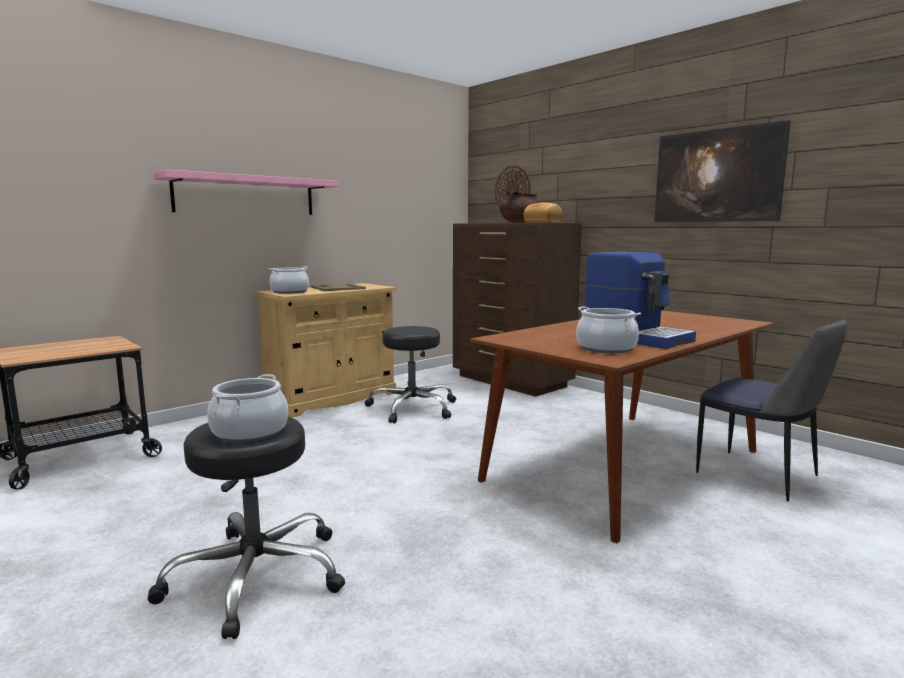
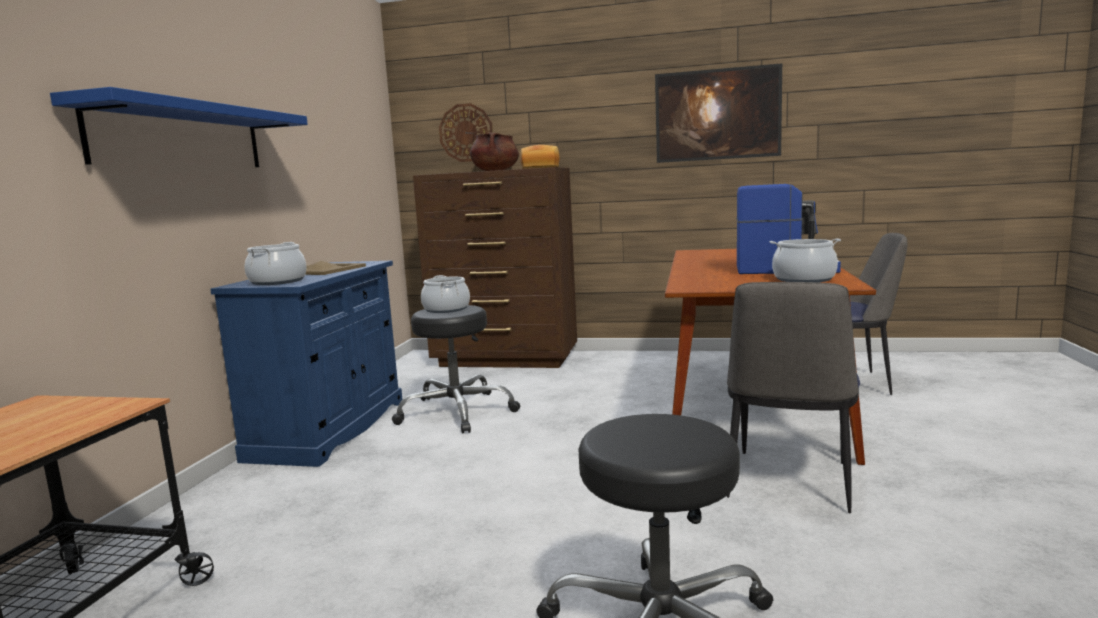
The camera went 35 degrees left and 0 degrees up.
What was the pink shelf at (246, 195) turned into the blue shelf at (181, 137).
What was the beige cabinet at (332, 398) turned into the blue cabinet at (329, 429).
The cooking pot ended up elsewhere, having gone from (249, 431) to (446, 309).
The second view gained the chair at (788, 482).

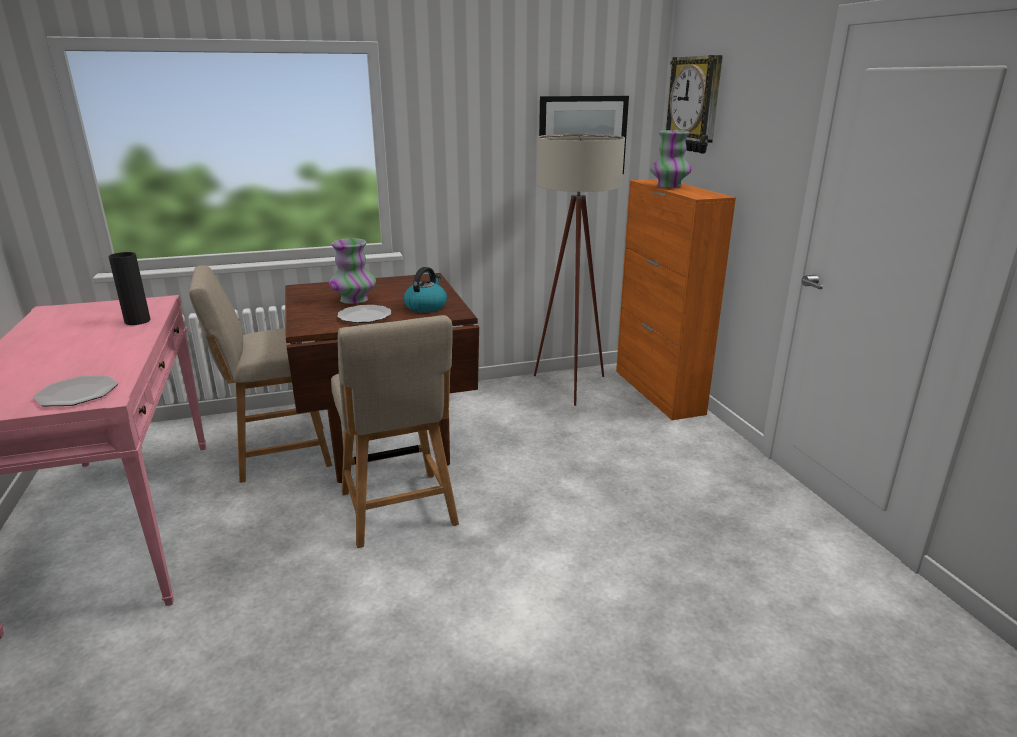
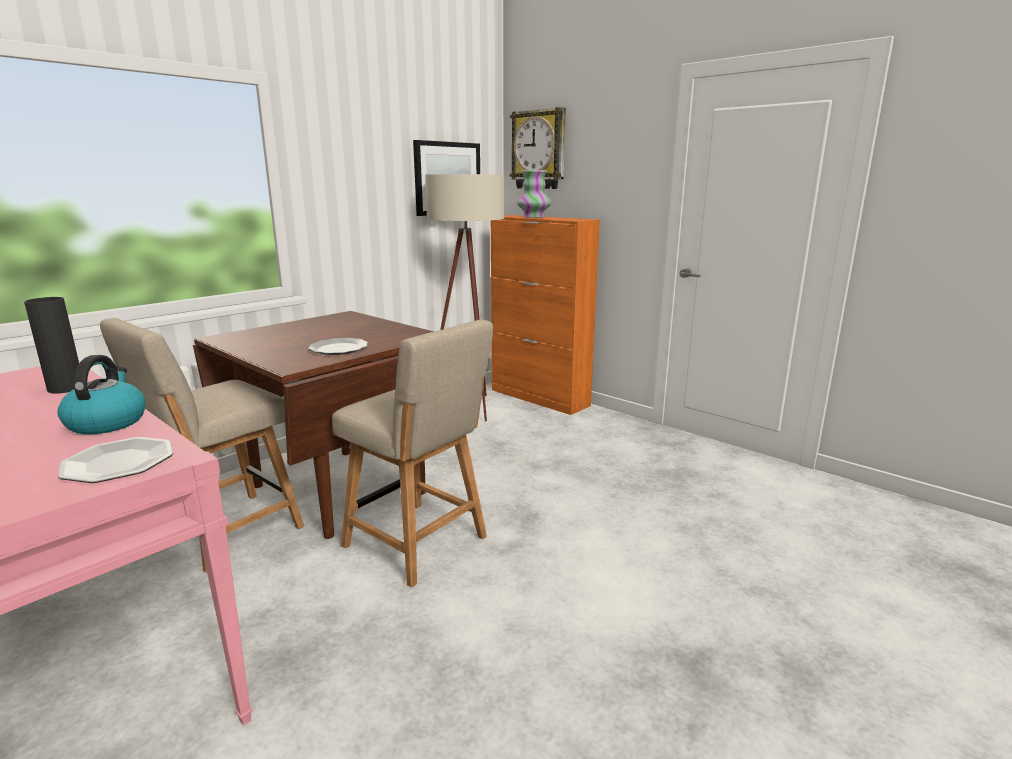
The camera went 30 degrees left and 5 degrees down.
The kettle ended up elsewhere, having gone from (426, 306) to (107, 422).
The second view lost the vase at (354, 300).

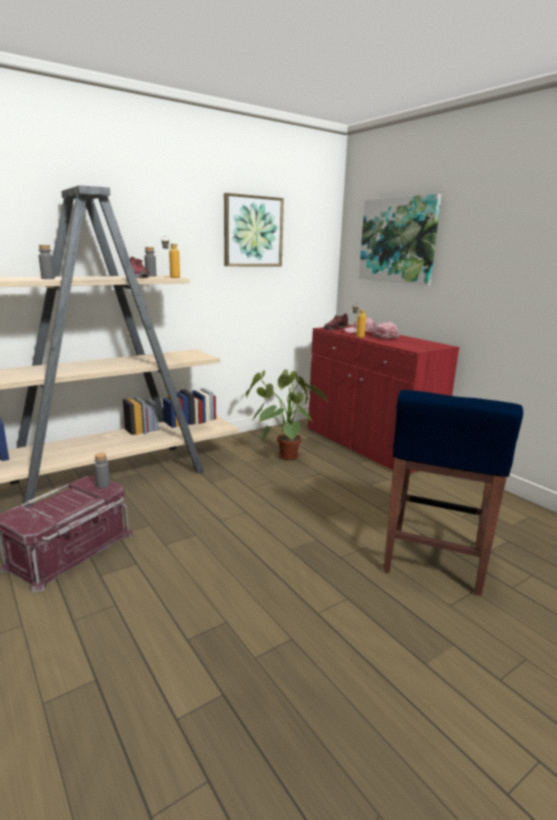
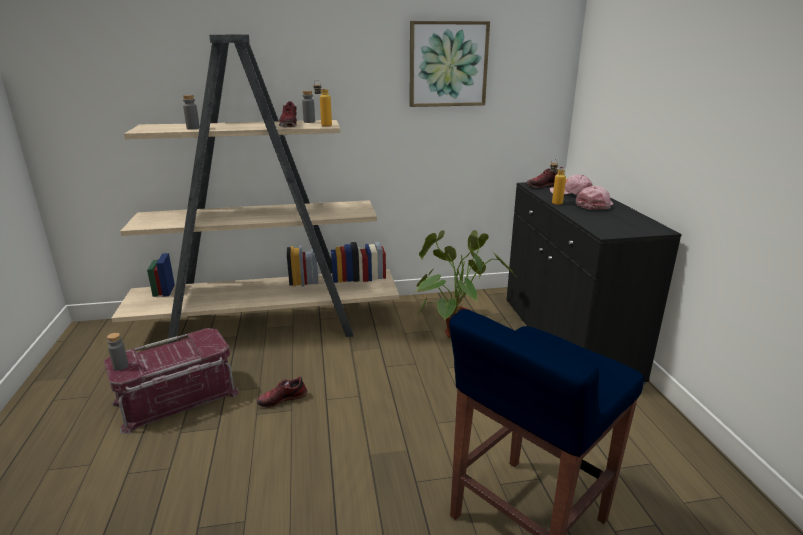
The camera went 25 degrees right and 5 degrees up.
The grey bottle ended up elsewhere, having gone from (103, 485) to (121, 366).
The second view gained the shoe at (282, 399).
What was the red cabinet at (369, 446) turned into the black cabinet at (567, 338).
The second view lost the picture at (398, 240).

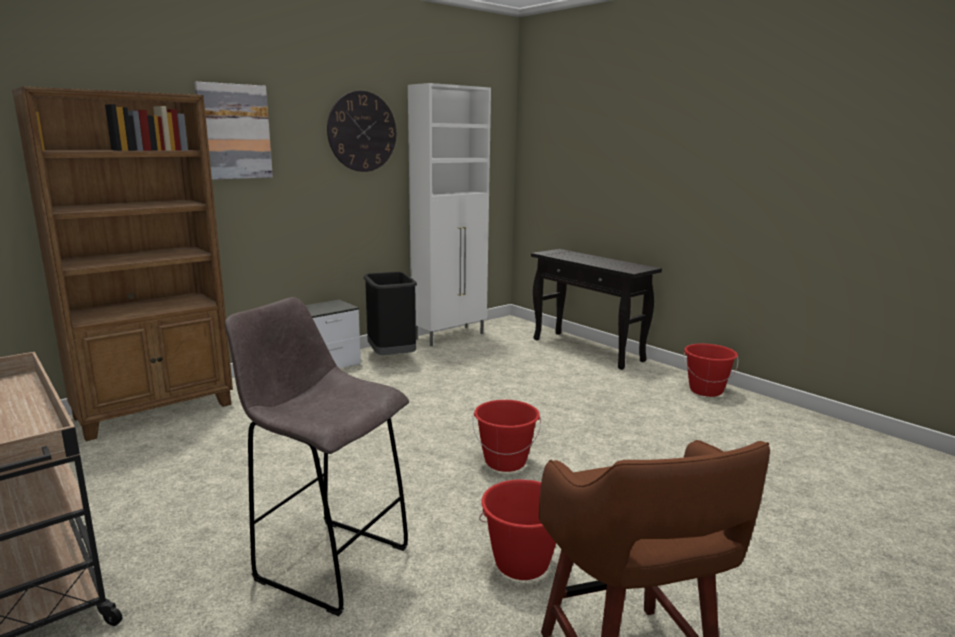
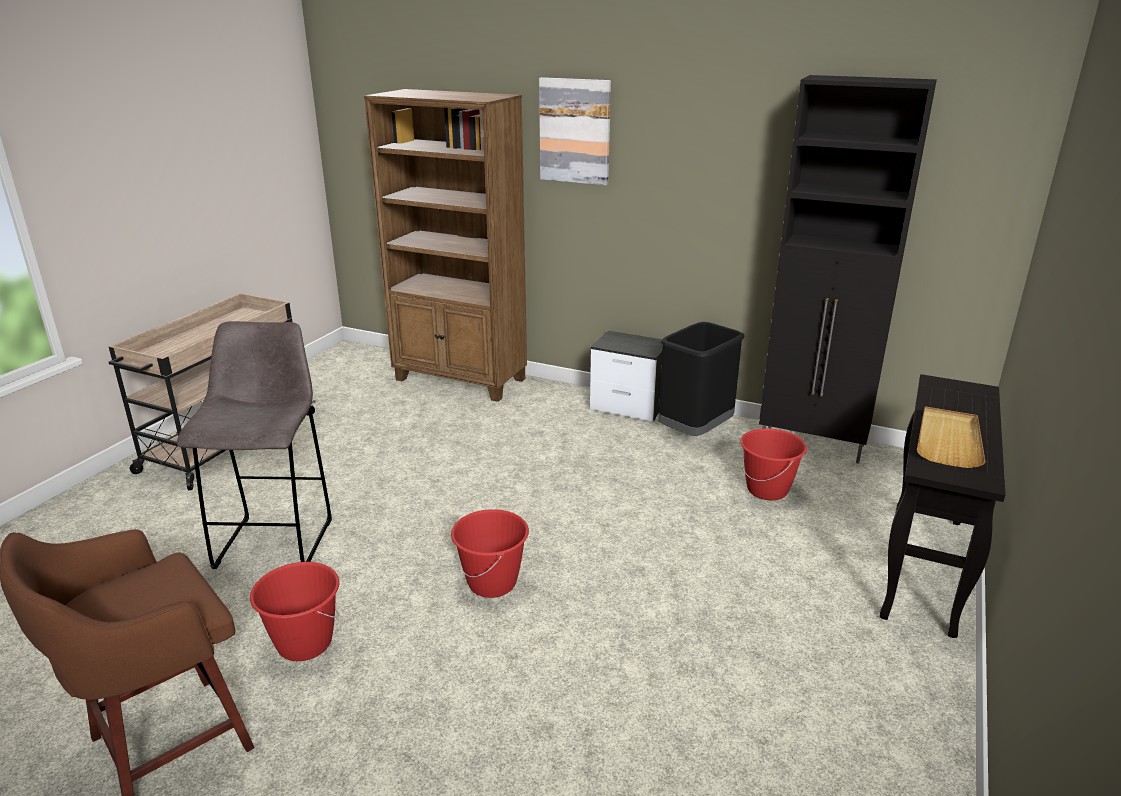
The camera went 65 degrees right and 10 degrees up.
The red bucket ended up elsewhere, having gone from (706, 390) to (767, 490).
What was the white cabinet at (450, 336) turned into the black cabinet at (813, 445).
The second view gained the beige tray at (948, 440).
The second view lost the wall clock at (362, 131).

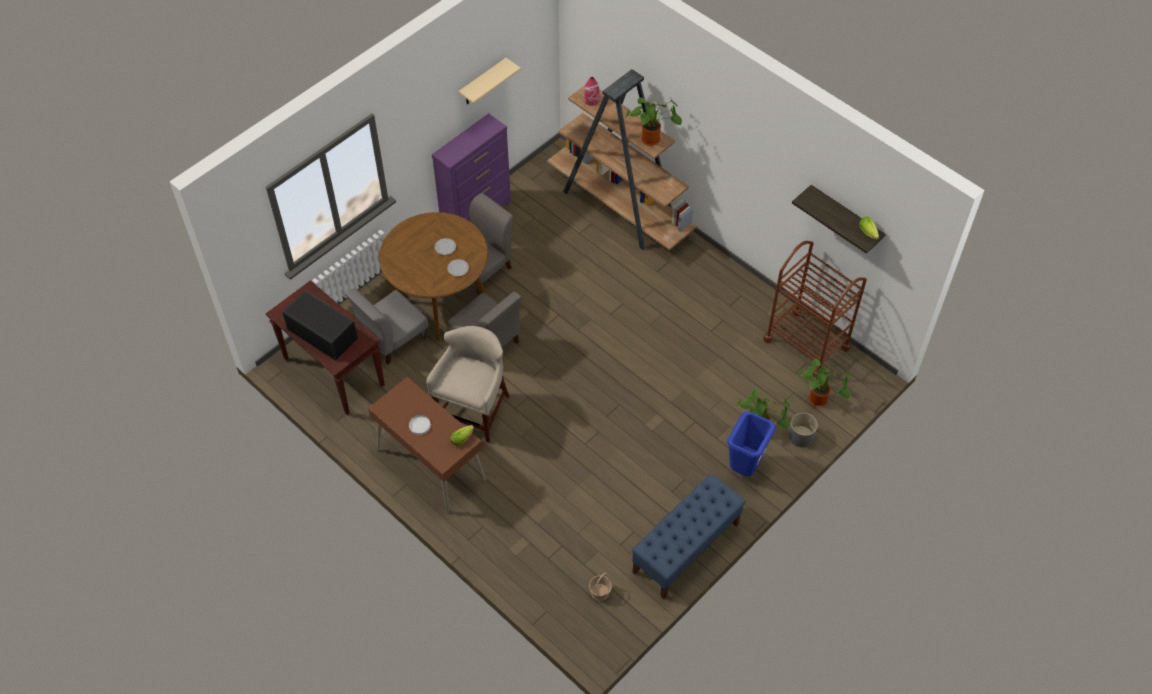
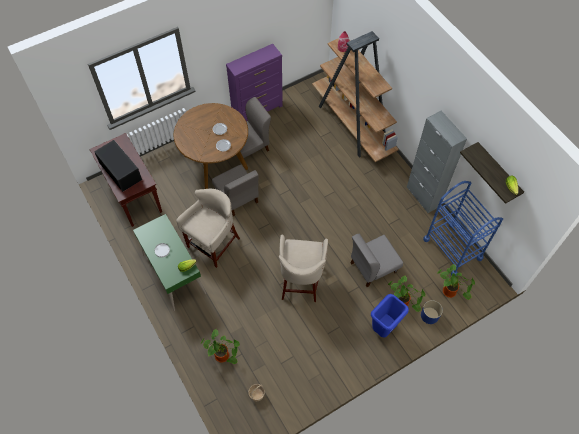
The camera went 15 degrees right and 5 degrees up.
What was the brown desk at (431, 465) turned into the green desk at (174, 274).
The potted plant ended up elsewhere, having gone from (652, 139) to (224, 355).
The second view gained the beige stool at (301, 281).
The grey chair ended up elsewhere, having gone from (392, 338) to (372, 267).
The second view gained the grey cabinet at (423, 196).
What was the grey planter at (801, 436) turned into the blue planter at (429, 315).
What was the brown cart at (806, 344) turned into the blue cart at (452, 249).
The second view lost the beige shelf at (483, 83).
The second view lost the blue bench at (685, 548).

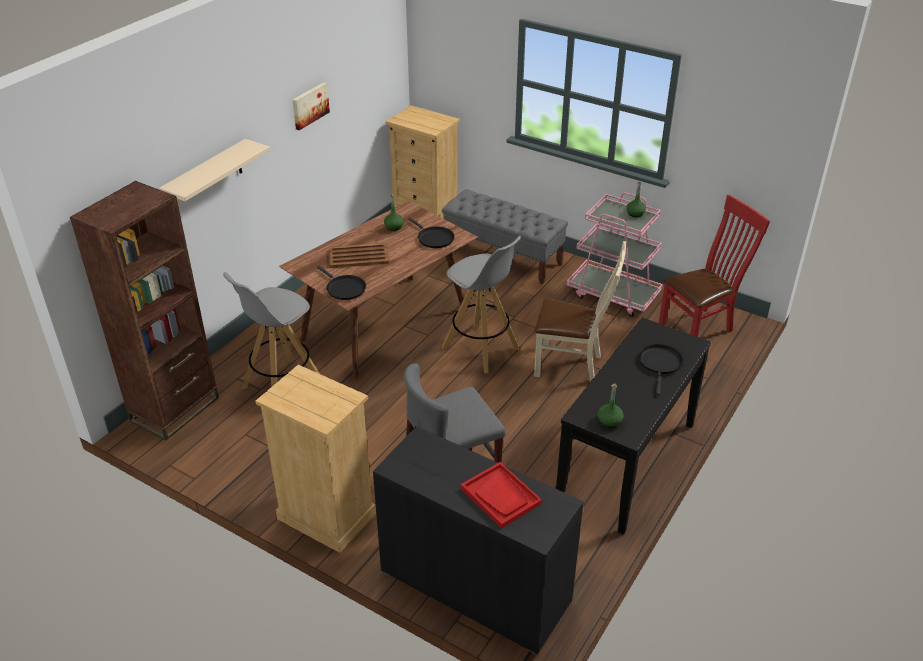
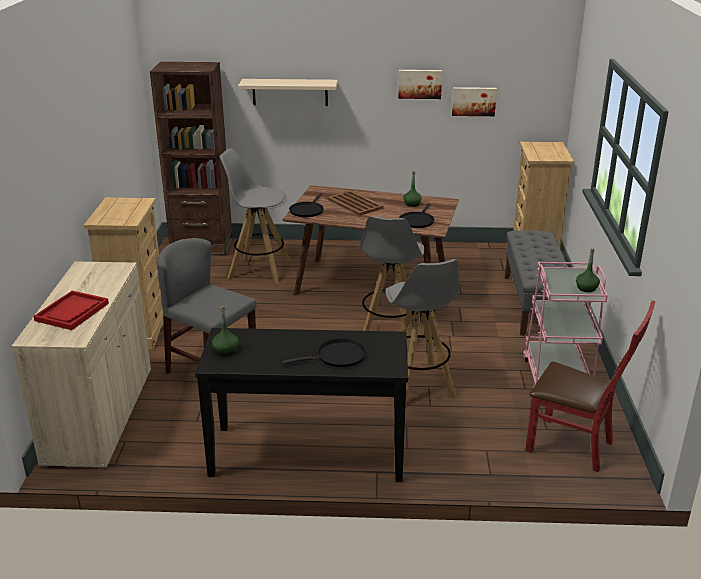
The camera went 60 degrees right and 10 degrees down.
What was the black cabinet at (475, 587) turned into the beige cabinet at (100, 415).
Where the beige chair stood at (572, 365), the grey stool came to stand at (418, 385).
The second view gained the picture at (473, 101).

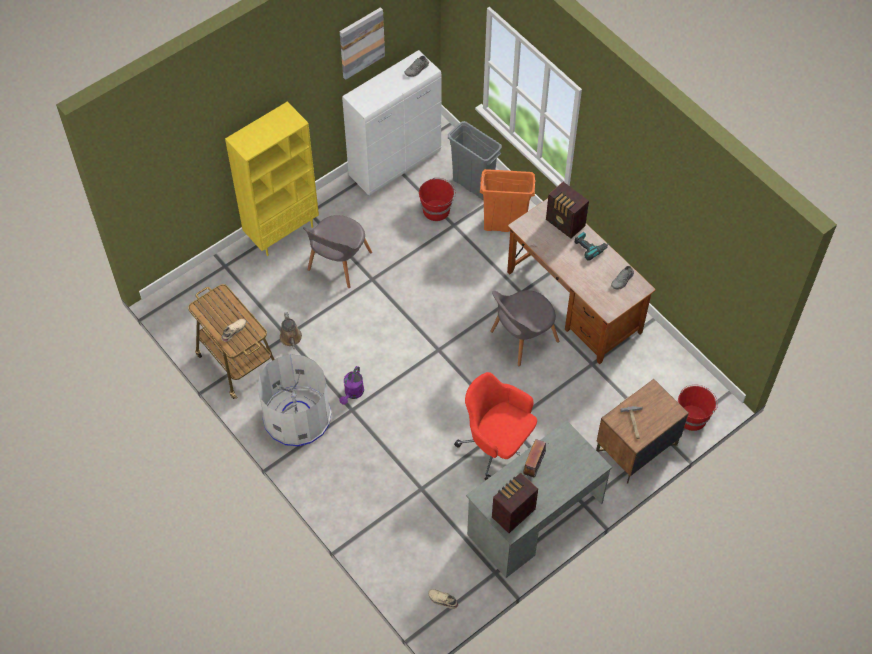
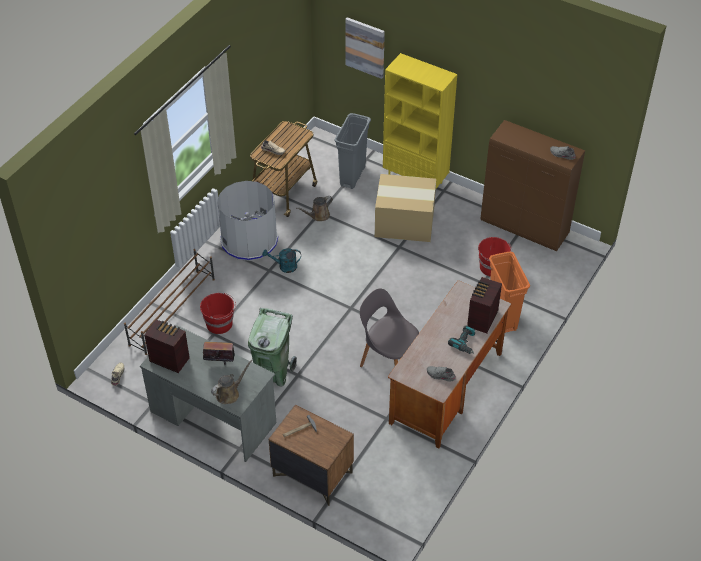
The camera went 70 degrees right and 10 degrees down.
The second view gained the brown shoe rack at (173, 311).
The red bucket ended up elsewhere, having gone from (692, 417) to (220, 324).
The second view gained the brown watering can at (229, 393).
Where the red office chair stood at (497, 446), the green trash can came to stand at (273, 372).
What was the purple watering can at (353, 393) turned into the turquoise watering can at (284, 266).
The grey trash can ended up elsewhere, having gone from (473, 185) to (352, 176).
The picture ended up elsewhere, having gone from (361, 42) to (365, 47).
Where the grey chair stood at (338, 263), the cardboard box came to stand at (403, 222).
What was the white cabinet at (395, 163) turned into the brown cabinet at (525, 227).

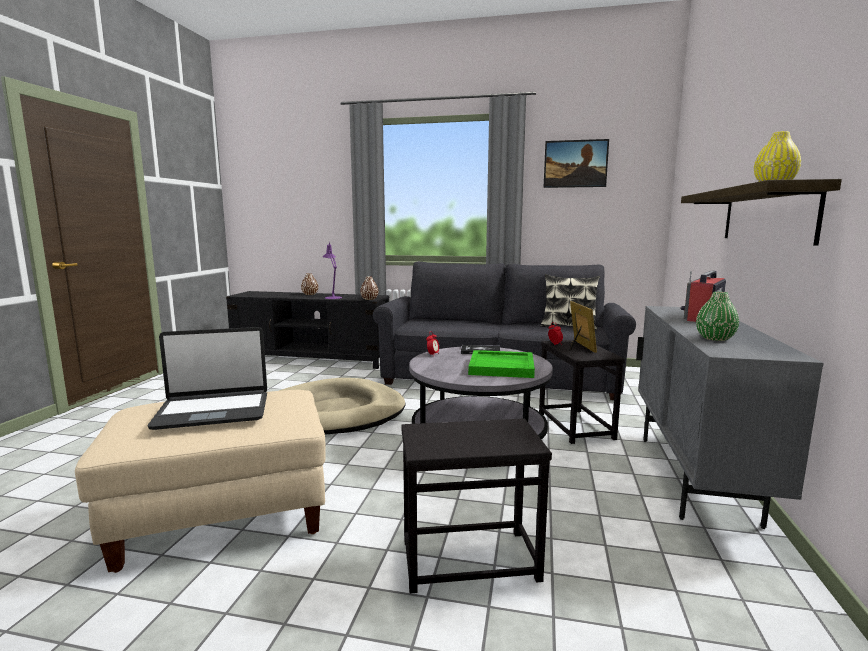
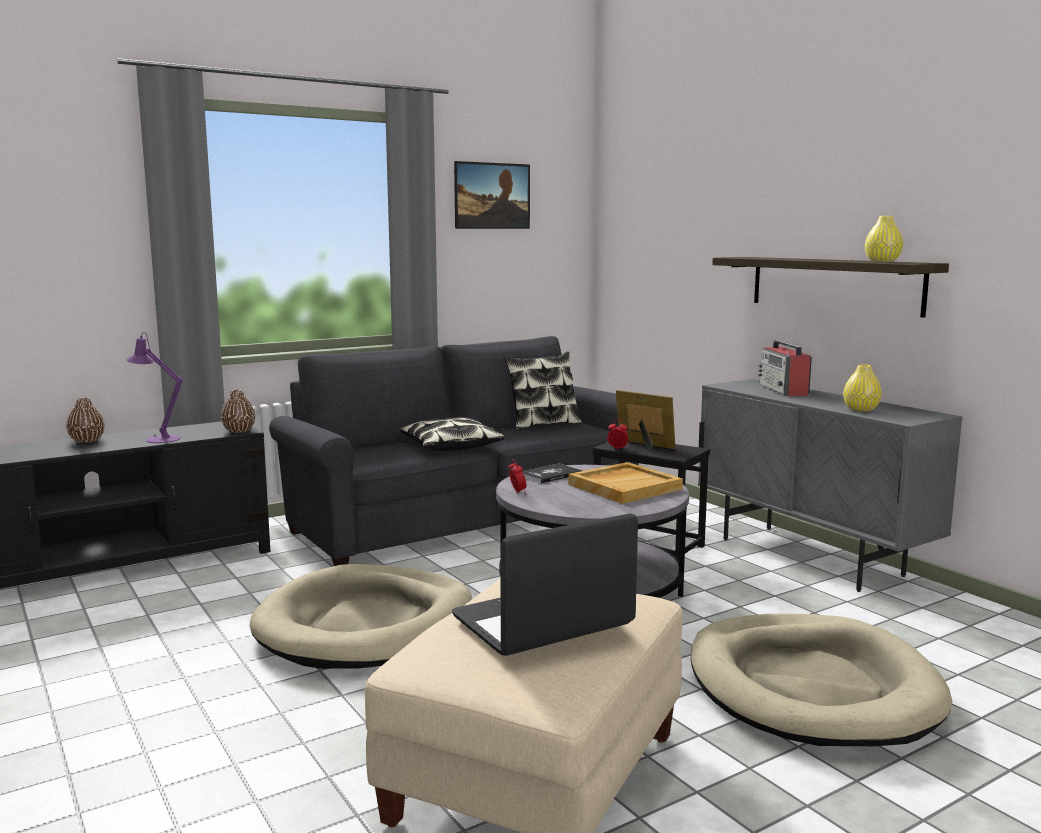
The camera went 45 degrees left and 0 degrees up.
The second view gained the pillow at (450, 446).
The laptop at (213, 411) ended up facing another way, 150 degrees counterclockwise from before.
What was the green tray at (502, 367) turned into the beige tray at (624, 486).
Where the black side table stood at (469, 559), the beige dog bed came to stand at (811, 687).
What was the green vase at (715, 338) turned into the yellow vase at (861, 410).

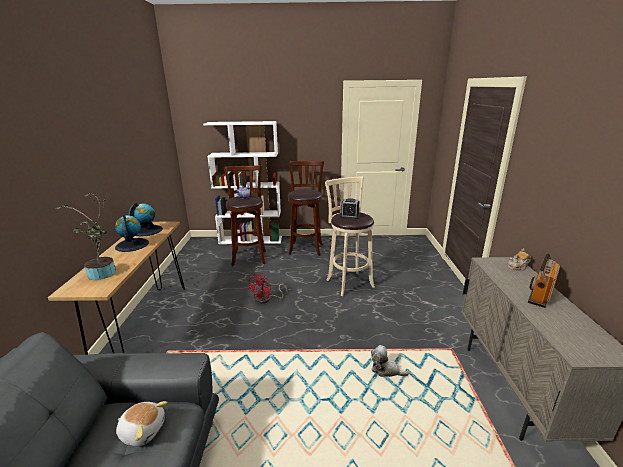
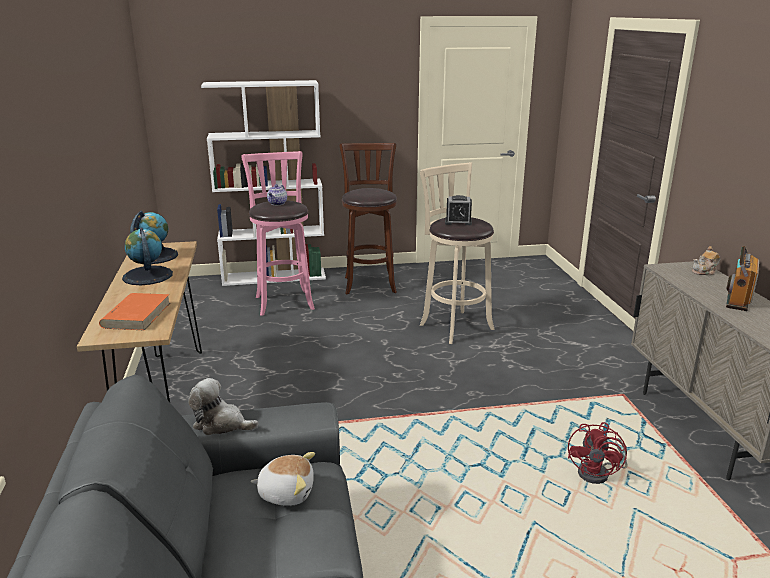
The camera went 10 degrees left and 0 degrees up.
Where the potted plant stood at (102, 275), the orange book came to stand at (137, 315).
The plush toy ended up elsewhere, having gone from (386, 370) to (221, 424).
What was the brown stool at (249, 257) turned into the pink stool at (284, 301).
The red fan ended up elsewhere, having gone from (266, 299) to (599, 473).

